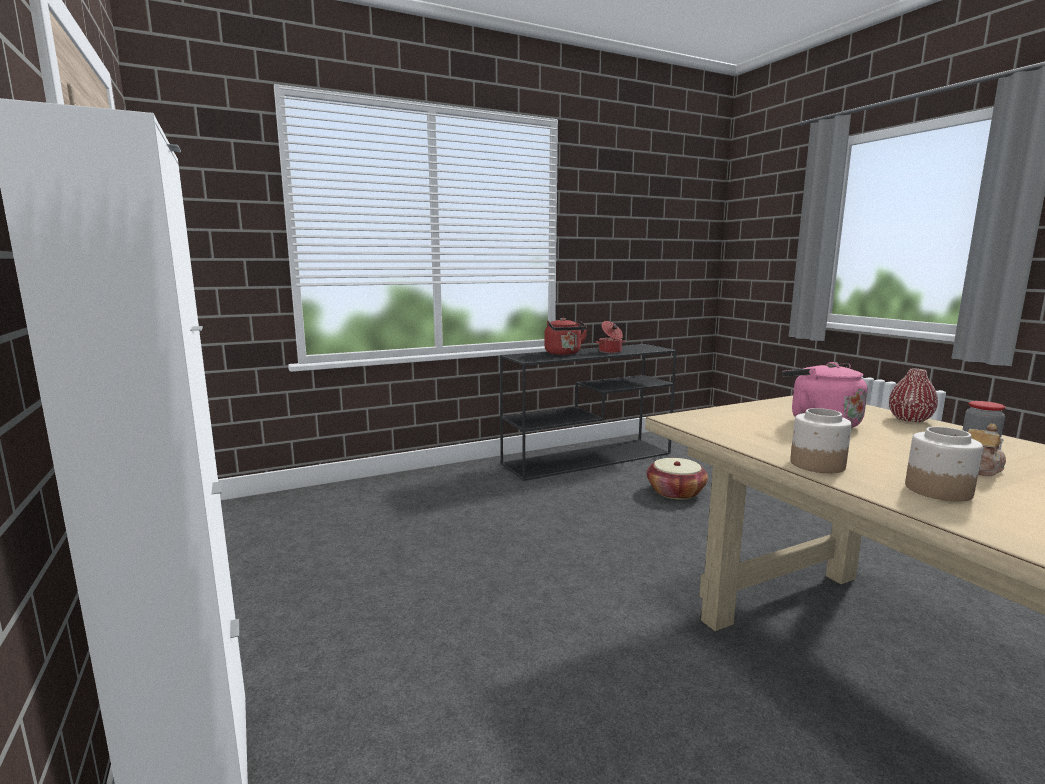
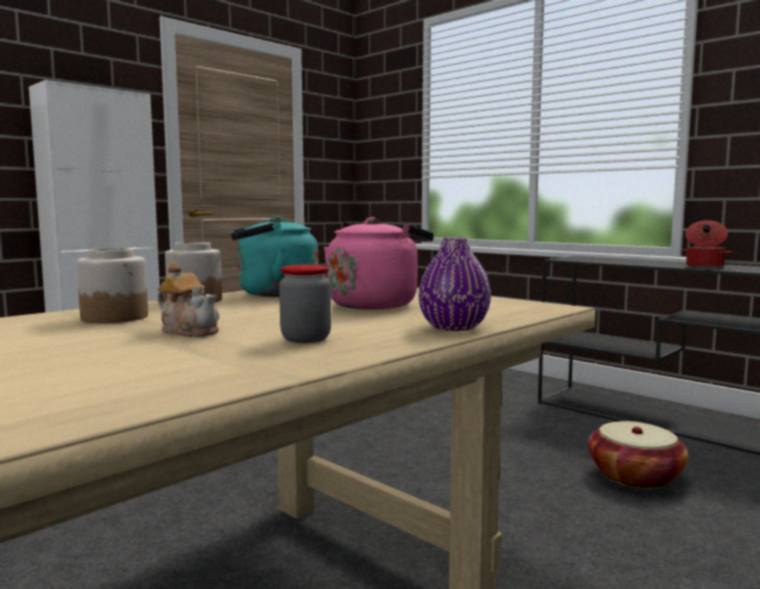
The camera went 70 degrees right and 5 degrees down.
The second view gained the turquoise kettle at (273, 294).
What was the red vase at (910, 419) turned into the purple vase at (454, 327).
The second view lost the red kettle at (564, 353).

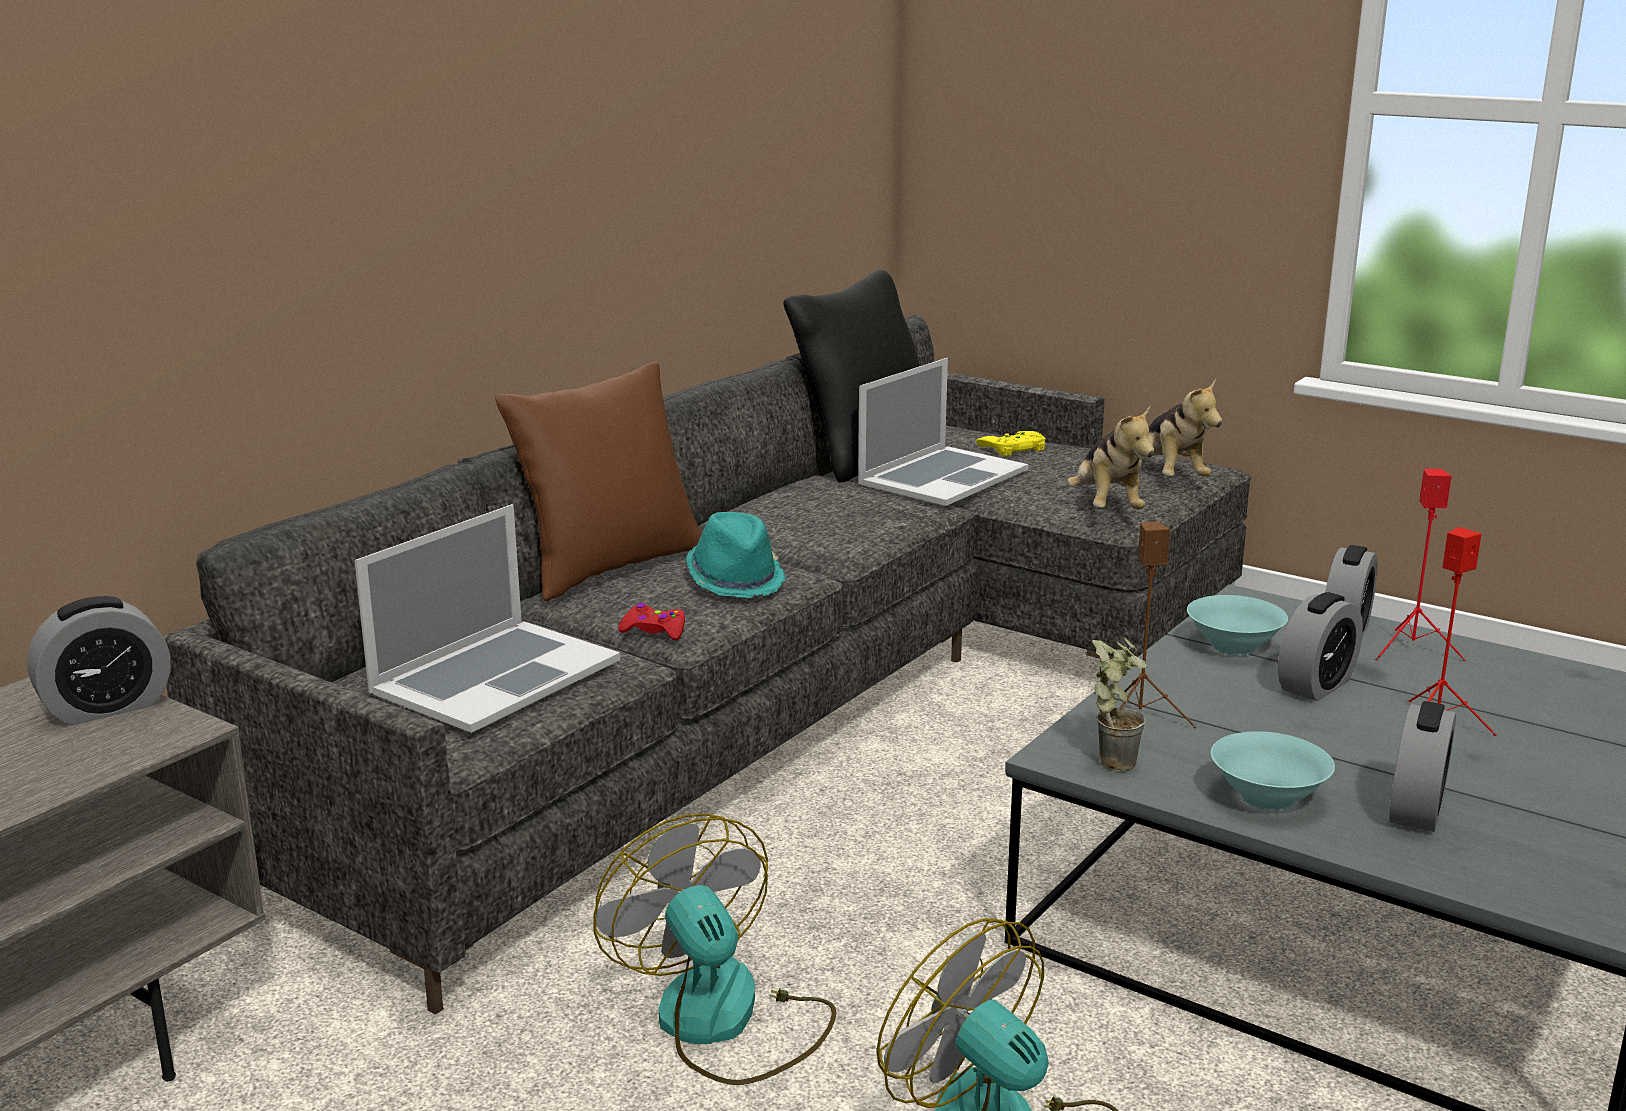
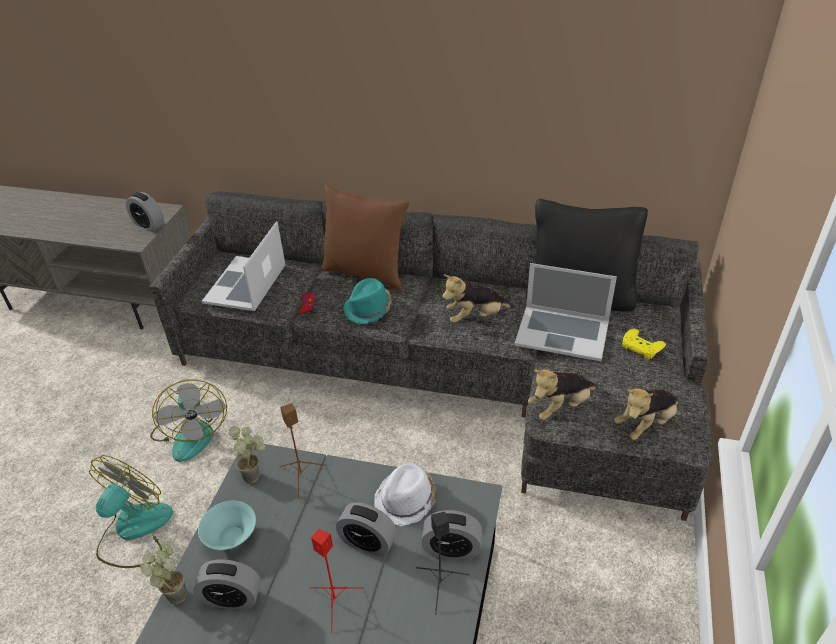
The camera went 70 degrees right and 20 degrees up.
The second view gained the potted plant at (175, 591).
The fan at (723, 1022) ended up facing another way, 120 degrees clockwise from before.
The laptop at (495, 675) ended up facing another way, 90 degrees clockwise from before.
Where the turquoise bowl stood at (1233, 646), the white hat came to stand at (406, 500).
What was the red speaker at (1413, 650) turned into the black speaker at (440, 585).
The second view gained the plush toy at (475, 317).

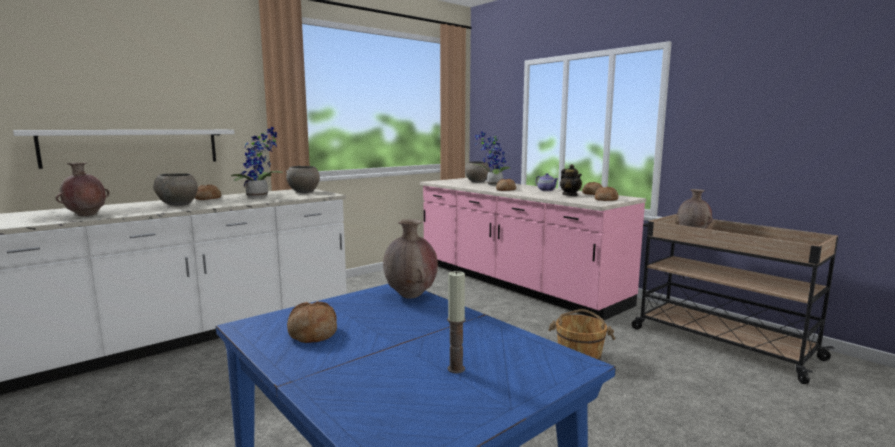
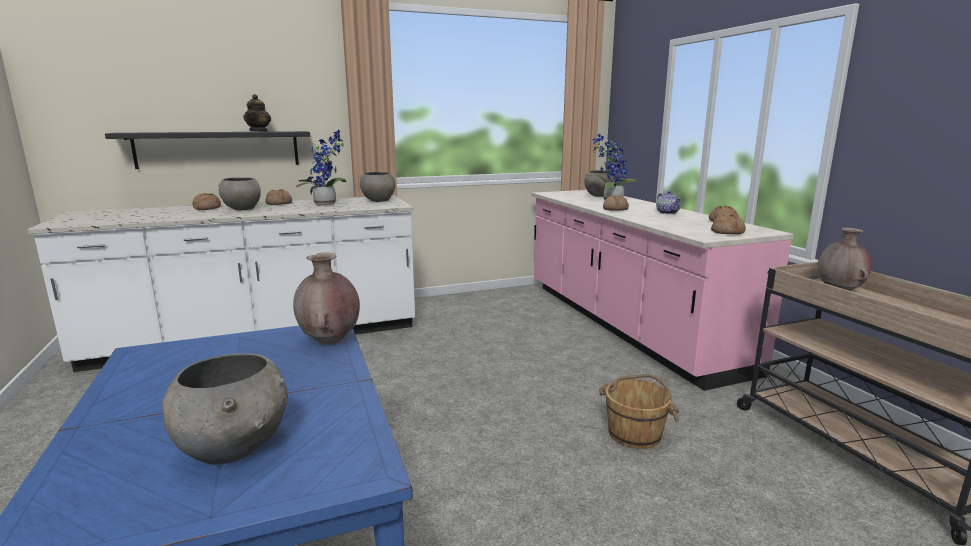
The camera went 20 degrees right and 5 degrees up.
What was the white shelf at (133, 147) turned into the black shelf at (218, 149).
Where the candle stood at (456, 369), the grey bowl came to stand at (235, 447).
The bread ended up elsewhere, having gone from (311, 333) to (206, 208).
The teapot ended up elsewhere, having gone from (570, 195) to (259, 131).
The second view lost the brown vase at (86, 215).

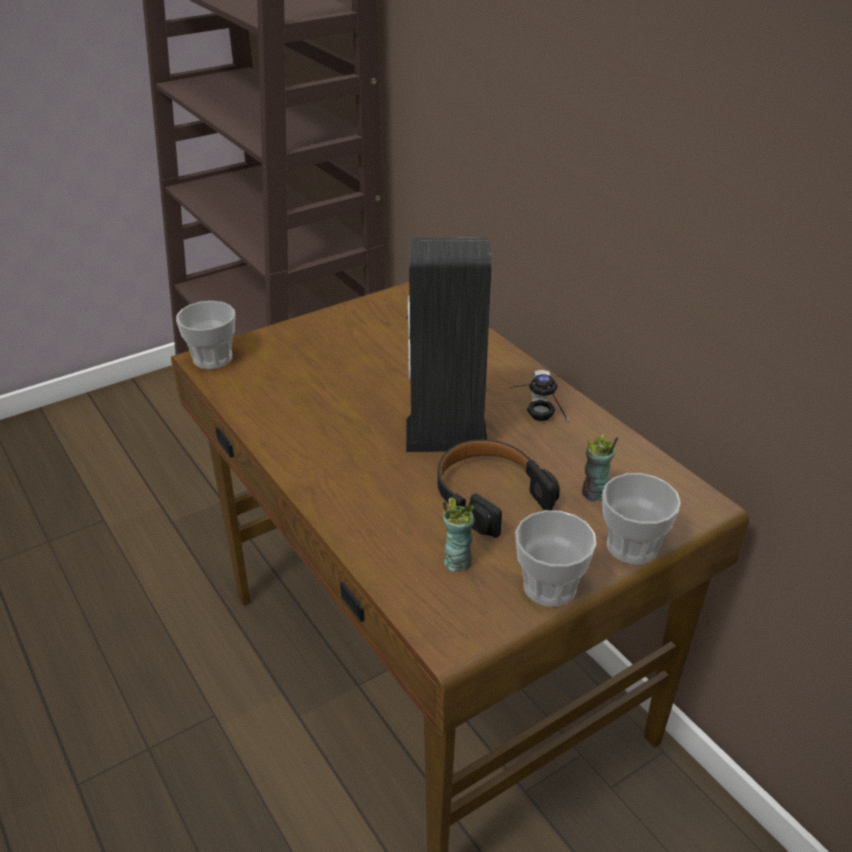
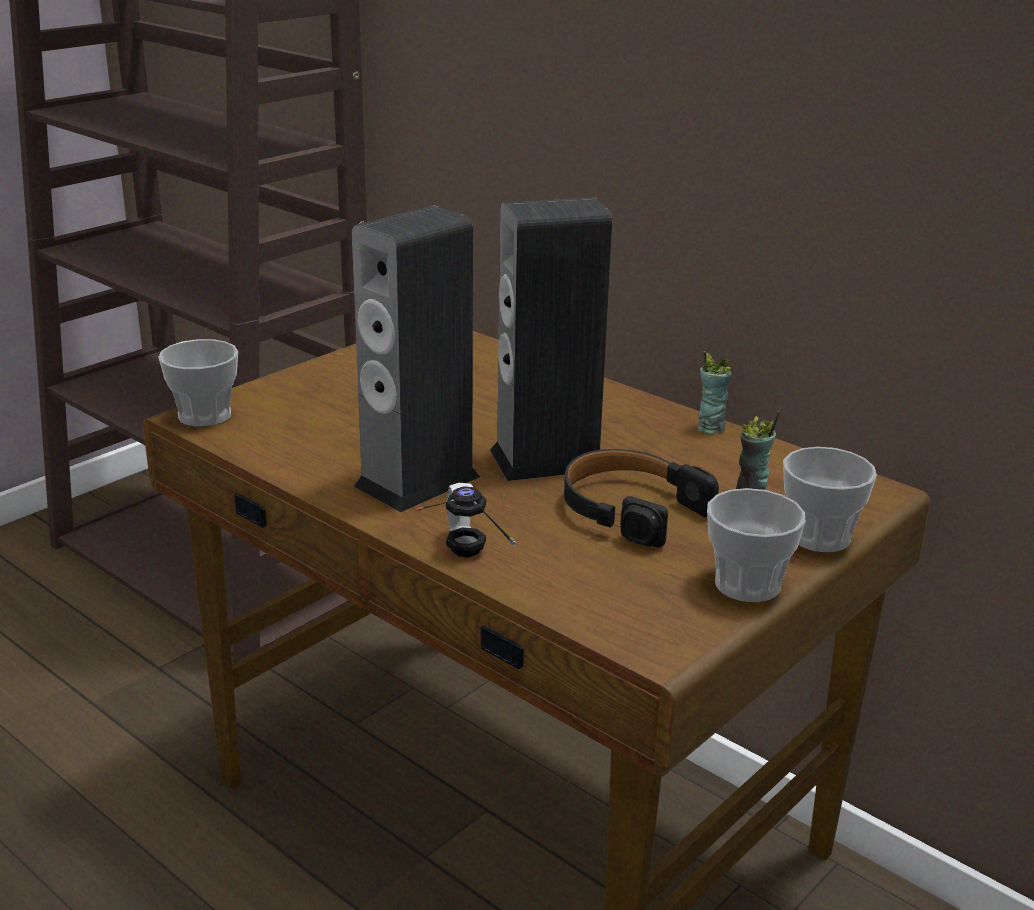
The camera went 15 degrees left and 10 degrees down.
The second view gained the speaker at (417, 481).
The headphones ended up elsewhere, having gone from (533, 427) to (459, 566).
The cup ended up elsewhere, having gone from (457, 562) to (710, 428).

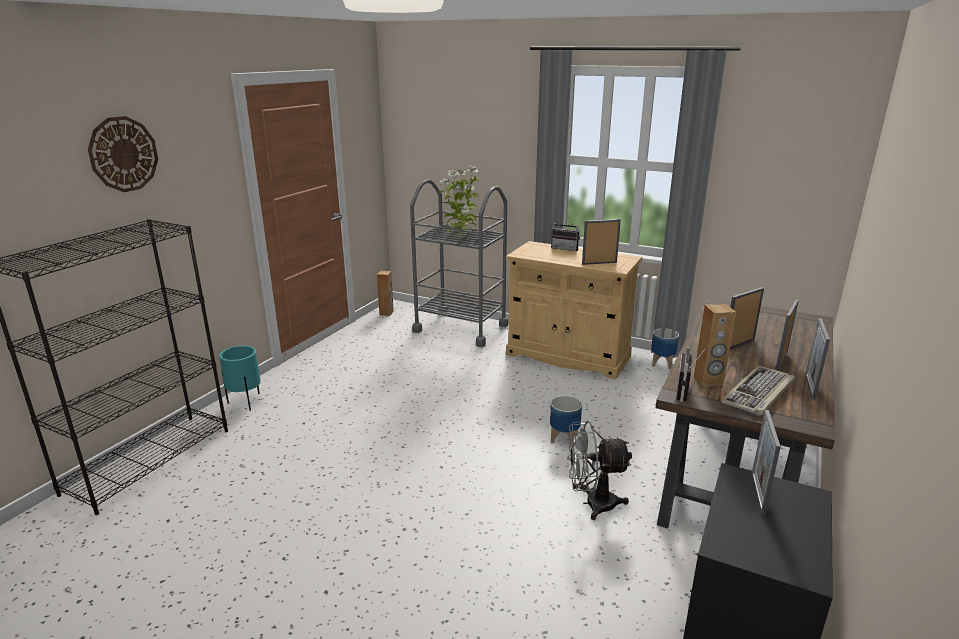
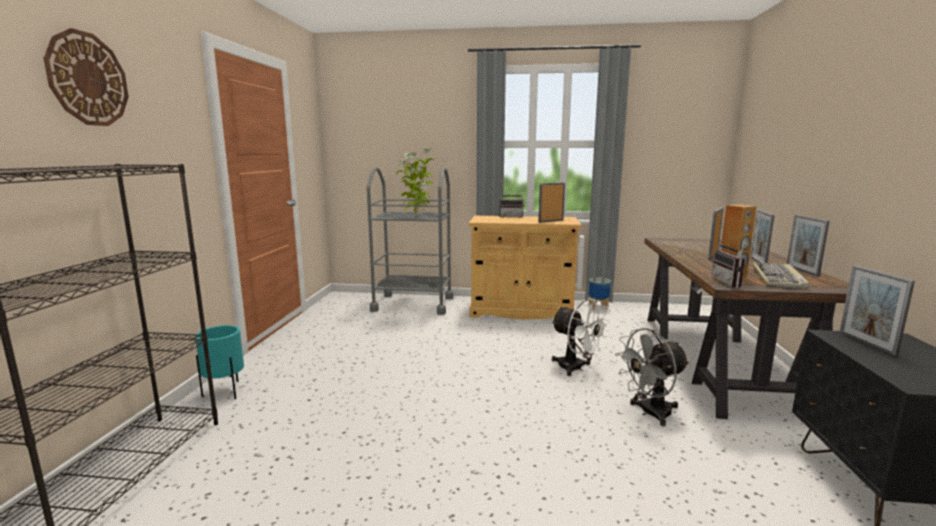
The camera went 20 degrees left and 10 degrees down.
Where the planter stood at (564, 439), the white fan came to stand at (576, 368).
The second view lost the brown speaker at (386, 313).

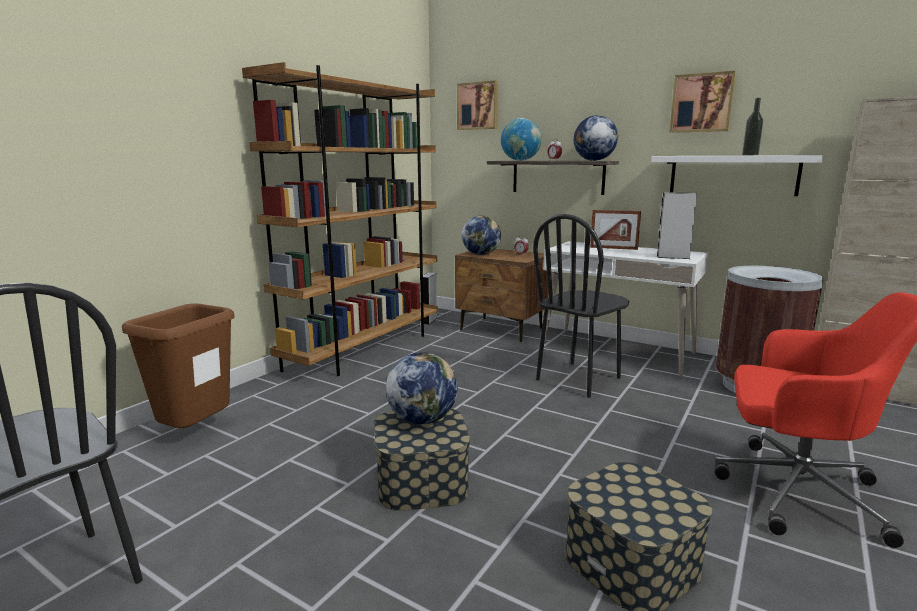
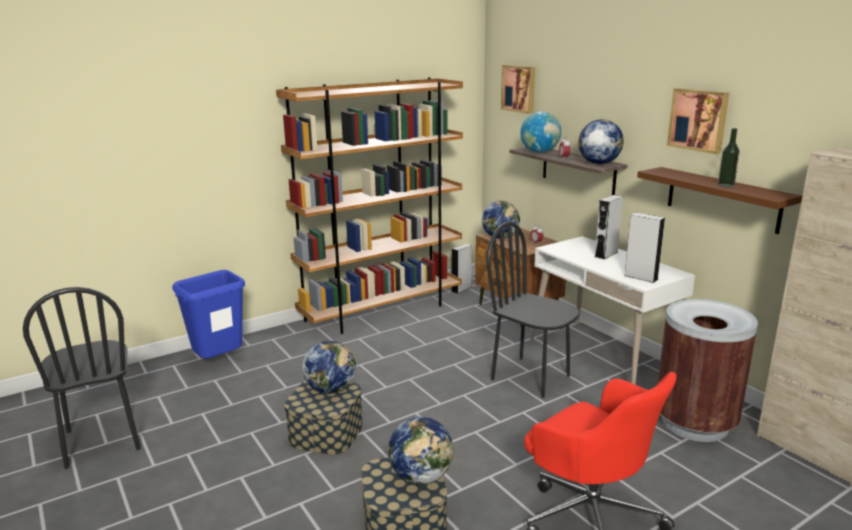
The camera went 25 degrees right and 5 degrees up.
What was the brown trash can at (197, 433) turned into the blue trash can at (220, 362).
The second view gained the globe at (421, 476).
The black chair at (579, 379) ended up facing another way, 60 degrees clockwise from before.
Where the picture frame stood at (613, 248), the grey speaker came to stand at (606, 254).
What was the white shelf at (732, 175) turned into the brown shelf at (722, 199).

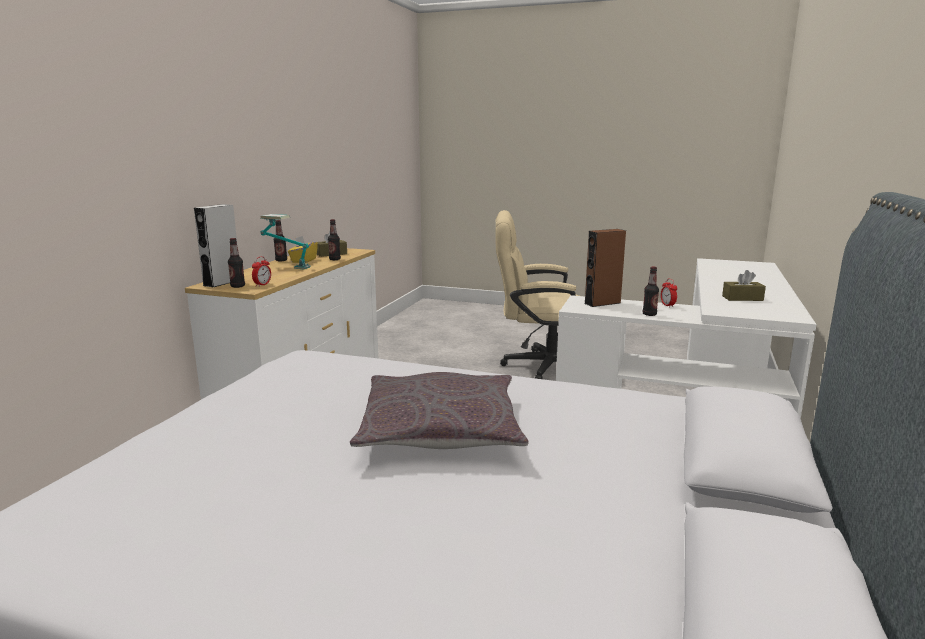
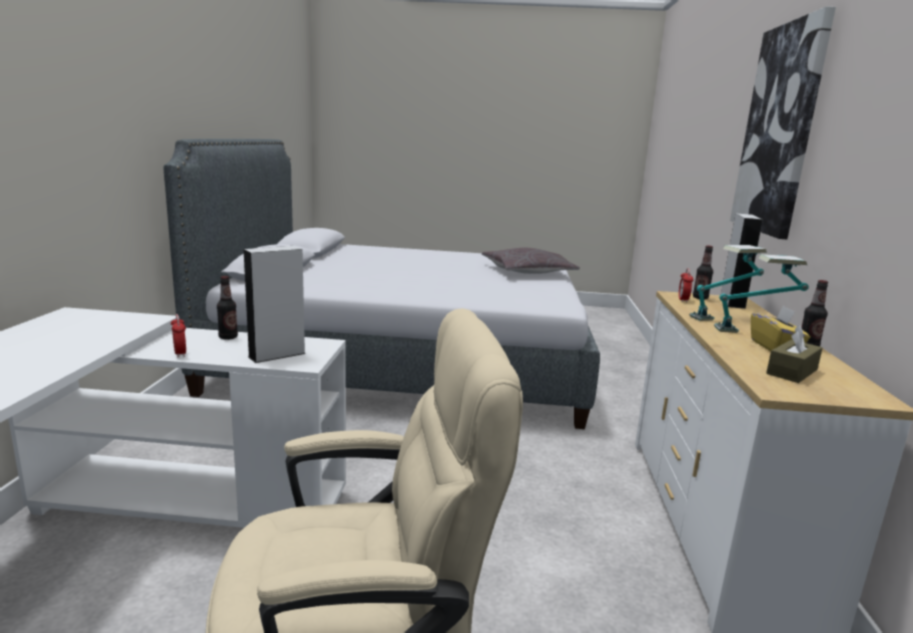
The camera went 165 degrees right and 0 degrees up.
What was the brown speaker at (602, 303) turned into the grey speaker at (277, 355).
The grey pillow ended up elsewhere, having gone from (441, 429) to (527, 272).
The second view gained the table lamp at (723, 317).
The second view gained the picture at (779, 130).
The second view lost the bottle at (334, 259).
The second view lost the brown tissue box at (742, 298).

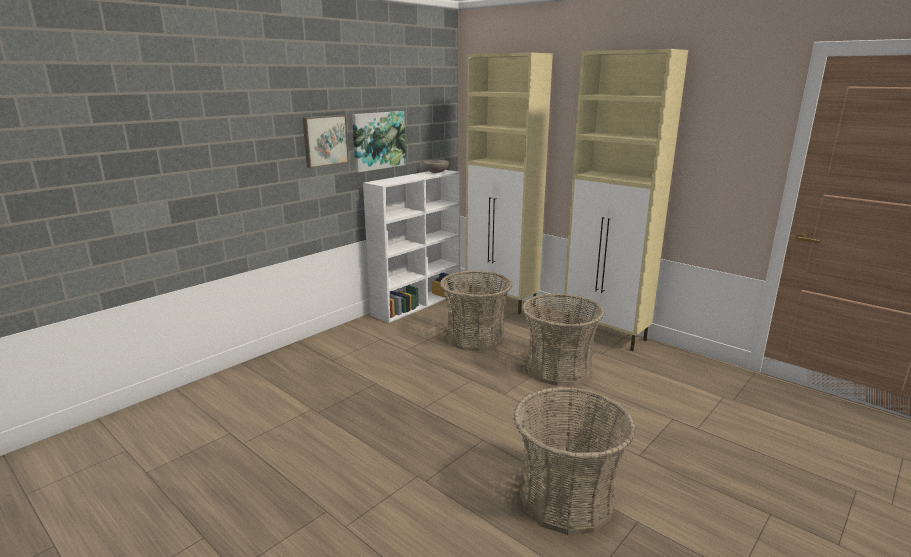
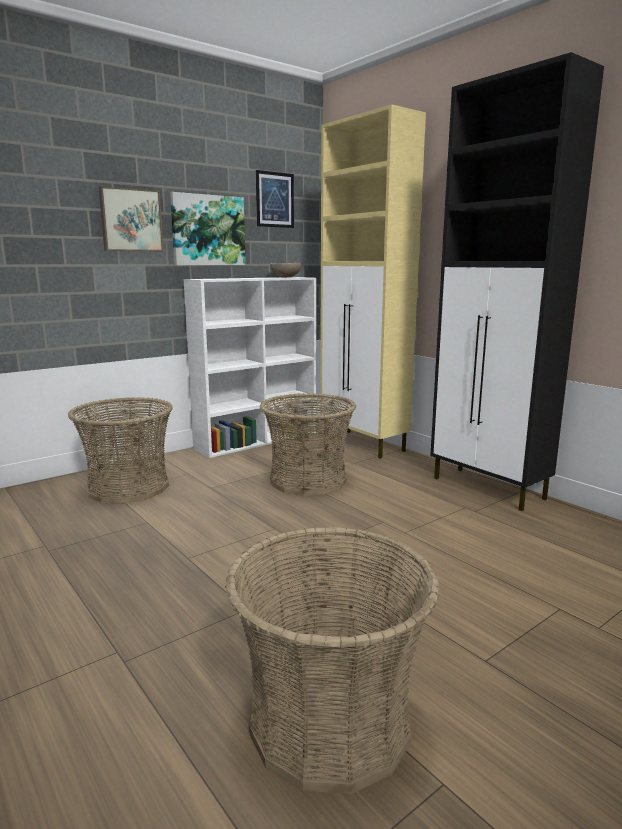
The camera went 10 degrees right and 5 degrees down.
The basket ended up elsewhere, having gone from (558, 369) to (128, 487).
The second view gained the picture at (275, 200).
What was the beige cabinet at (605, 335) turned into the black cabinet at (489, 489).

